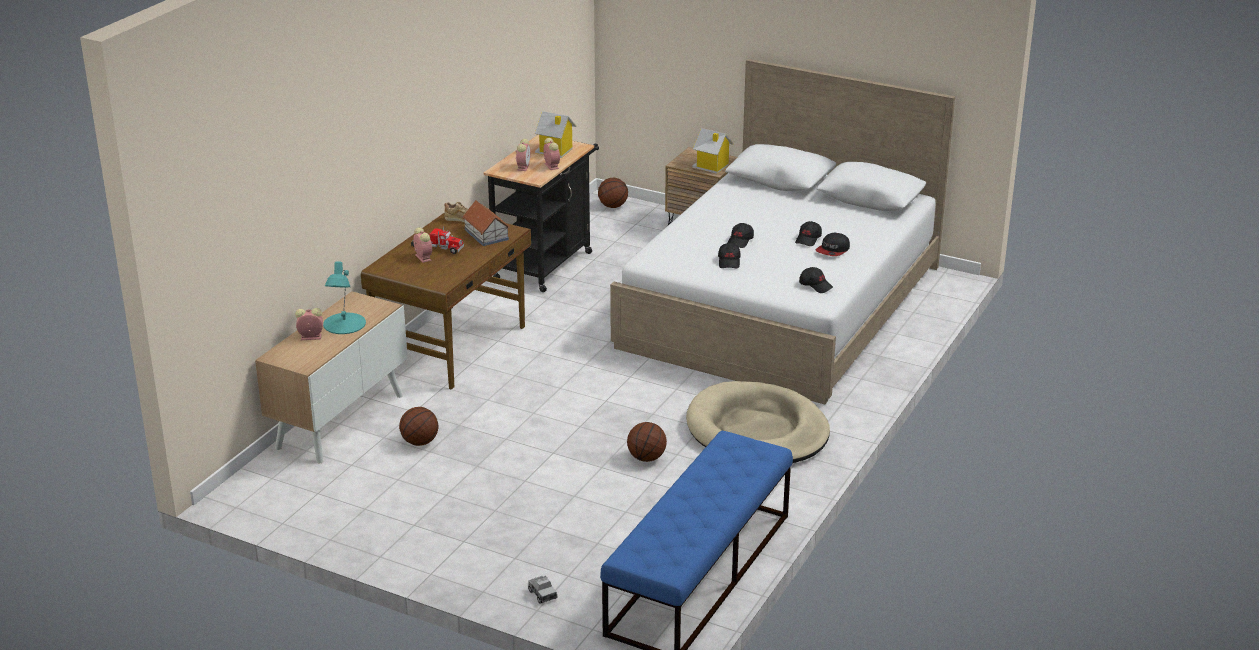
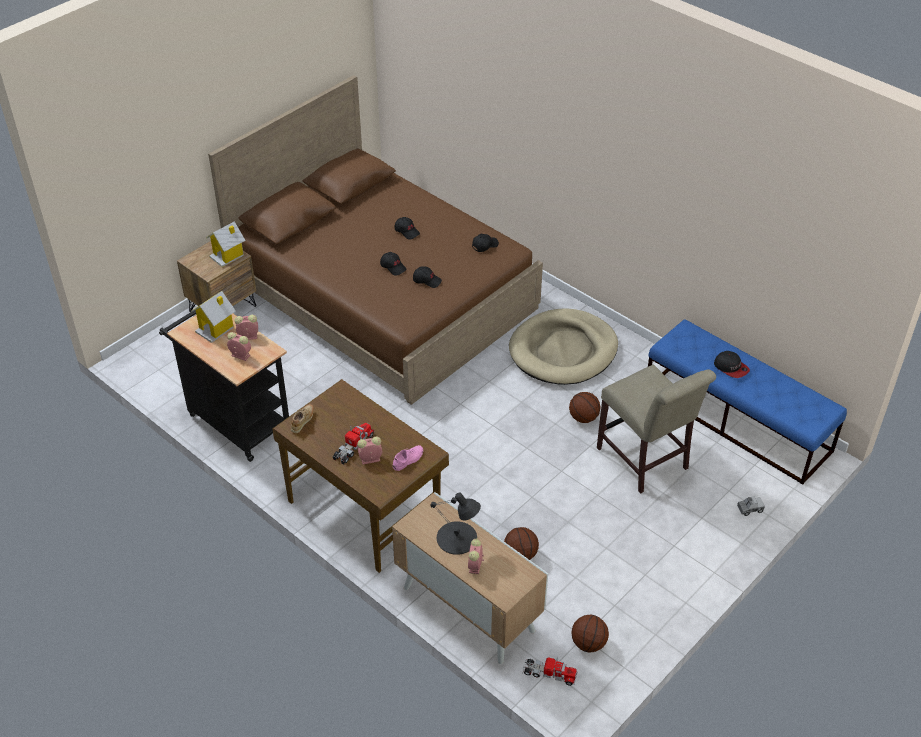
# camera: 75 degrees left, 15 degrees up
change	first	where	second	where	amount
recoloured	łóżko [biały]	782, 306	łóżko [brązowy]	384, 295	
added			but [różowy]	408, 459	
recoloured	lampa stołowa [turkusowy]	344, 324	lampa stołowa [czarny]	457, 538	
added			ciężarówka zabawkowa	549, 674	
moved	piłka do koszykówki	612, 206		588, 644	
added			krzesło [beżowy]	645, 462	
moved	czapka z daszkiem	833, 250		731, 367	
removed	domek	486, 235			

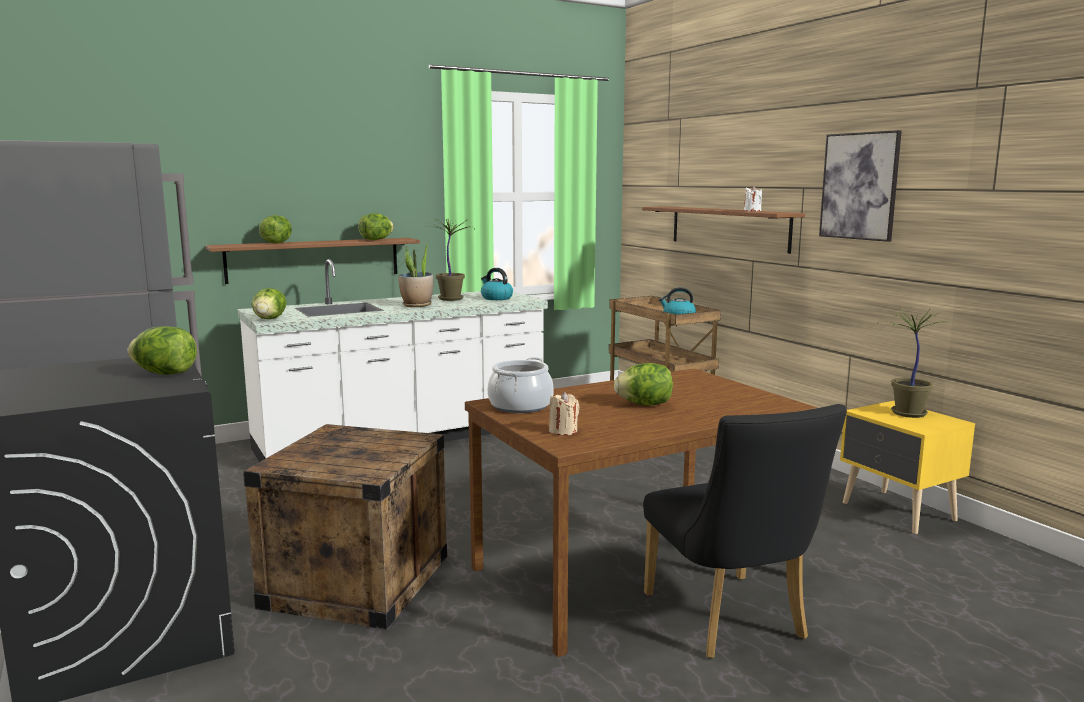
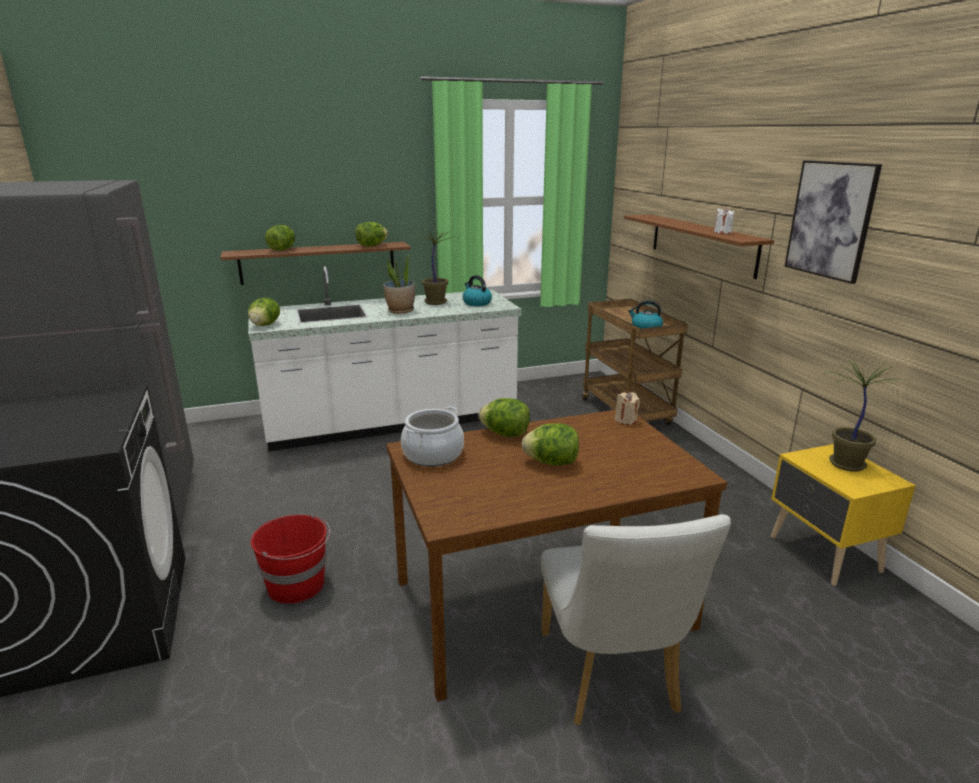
# camera: 10 degrees right, 10 degrees up
change	first	where	second	where	amount
replaced	skrzynka	357, 581	wiadro [czerwony]	297, 585	
moved	sałata	165, 374		505, 434	
recoloured	krzesło [czarny]	730, 622	krzesło [biały]	612, 679	
moved	świeca [beżowy]	563, 431		626, 420	

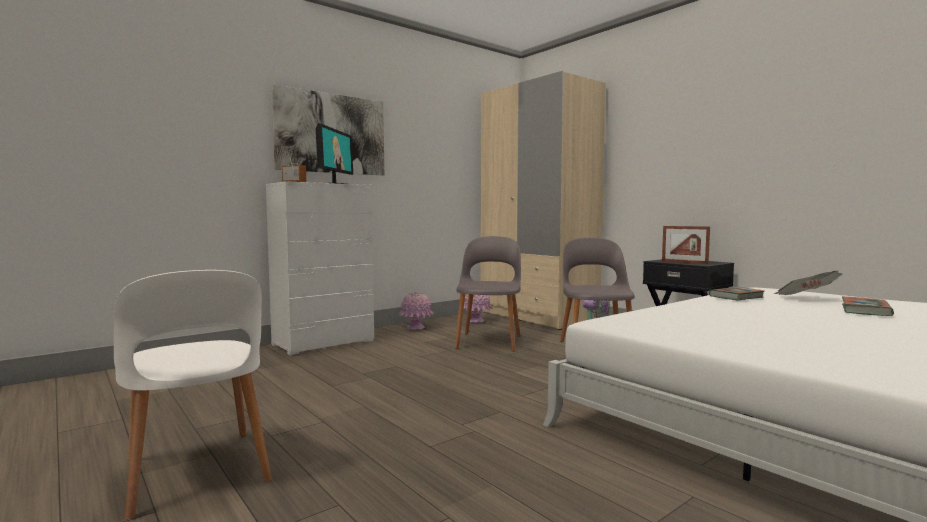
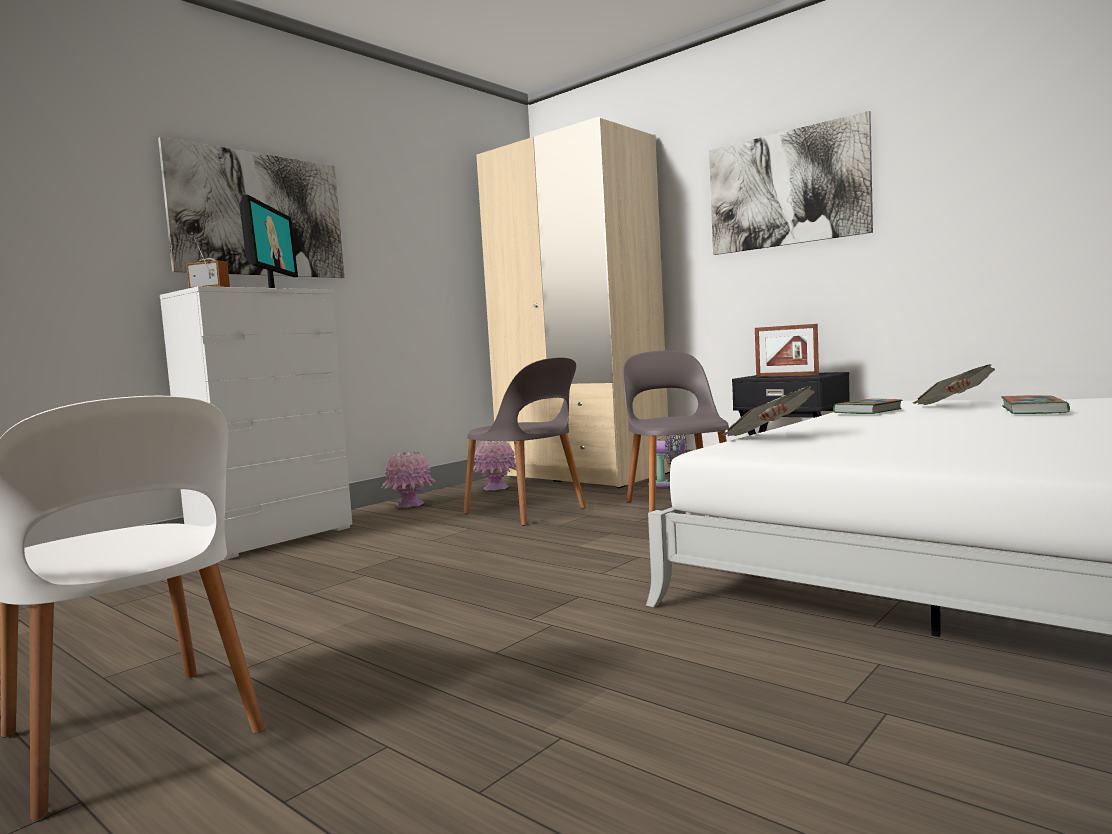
# camera: 10 degrees left, 0 degrees up
change	first	where	second	where	amount
turned	krzesło [szary]	489, 341		526, 511	135 degrees clockwise
added			obraz	786, 189	
added			gazeta	767, 438	

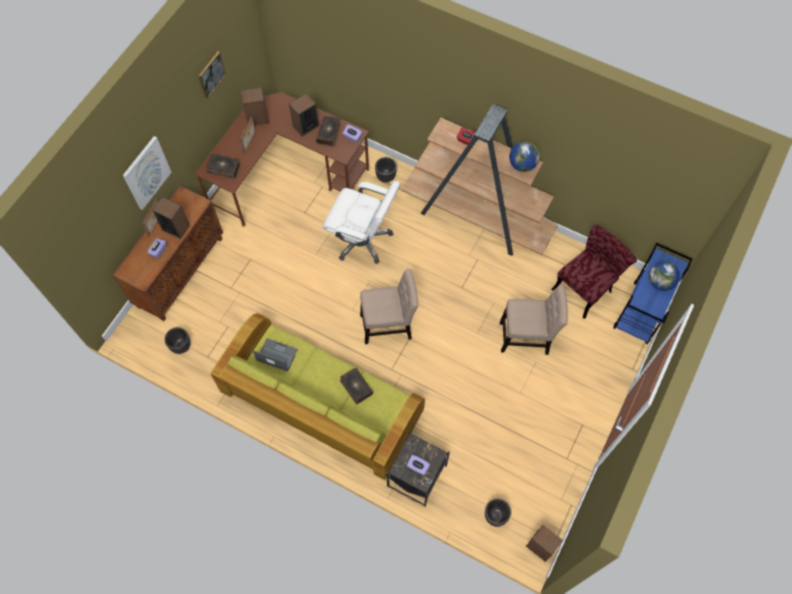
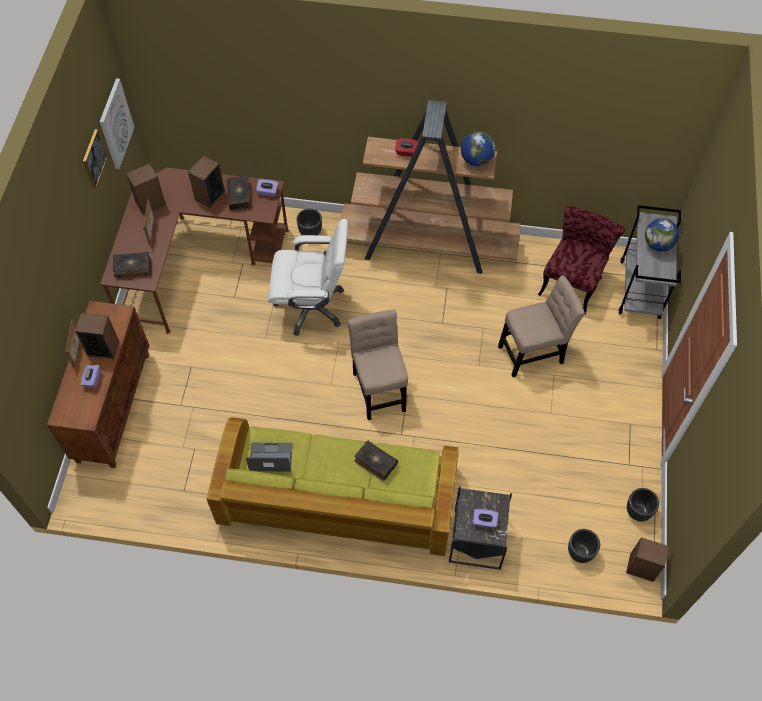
# camera: 20 degrees left, 5 degrees down
change	first	where	second	where	amount
moved	obraz	146, 172		115, 124	
turned	krzesło [beżowy]	389, 325		379, 388	75 degrees counterclockwise
recoloured	wózek [niebieski]	641, 313	wózek [szary]	640, 290	
moved	donica [czarny]	181, 346		637, 511	

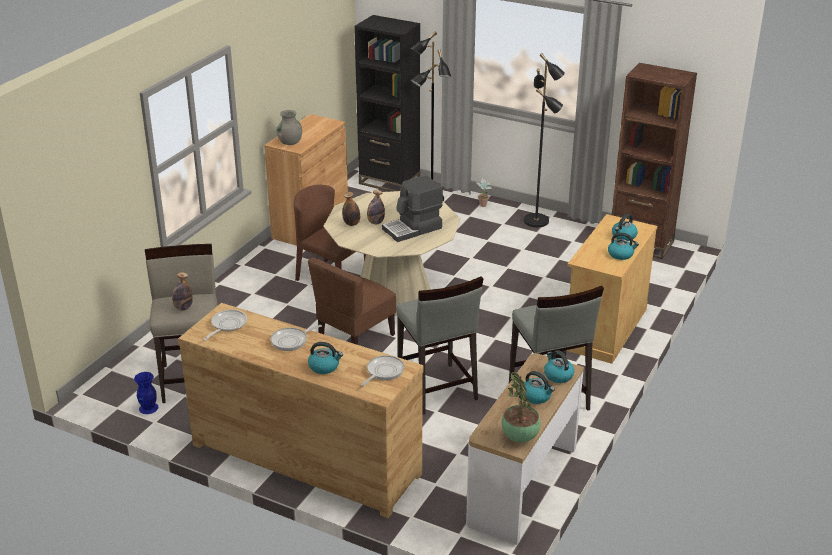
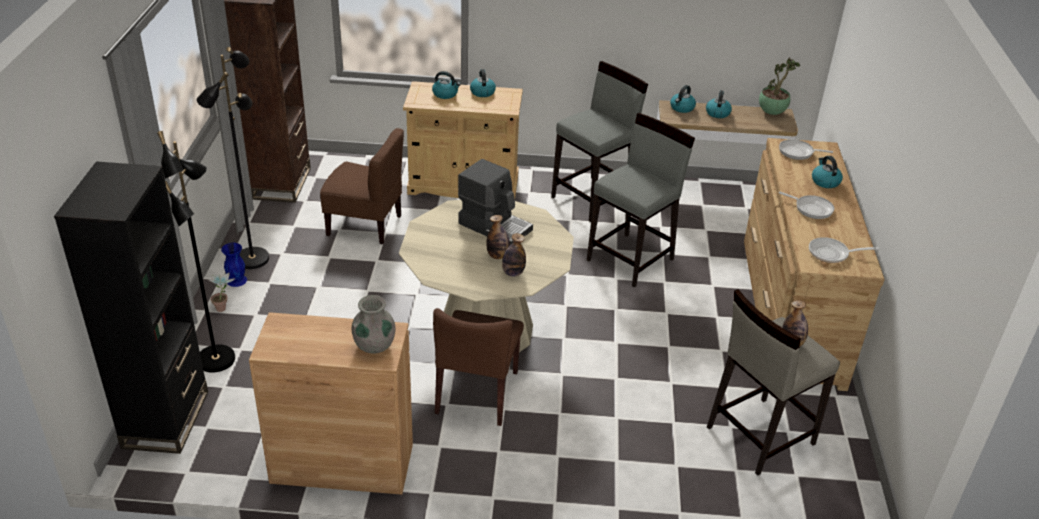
# camera: 115 degrees left, 5 degrees up
change	first	where	second	where	amount
moved	wazon [niebieski]	148, 408		237, 280	
moved	krzesło [brązowy]	355, 337		365, 225	

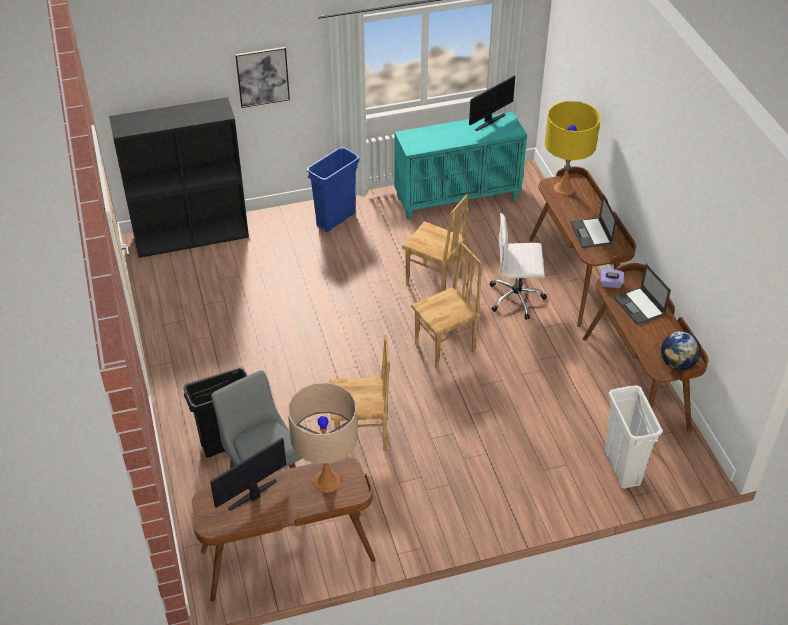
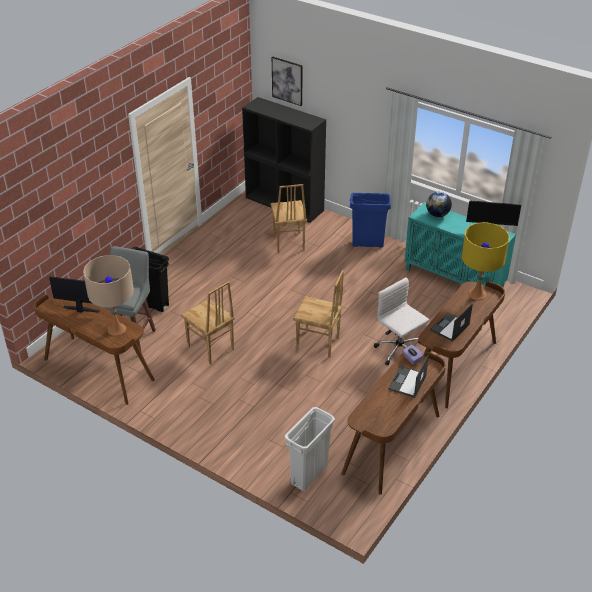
# camera: 50 degrees right, 5 degrees down
change	first	where	second	where	amount
moved	krzesło [brązowy]	433, 282		288, 243	
moved	obraz	262, 76		287, 81	
moved	globus	677, 363		437, 214	

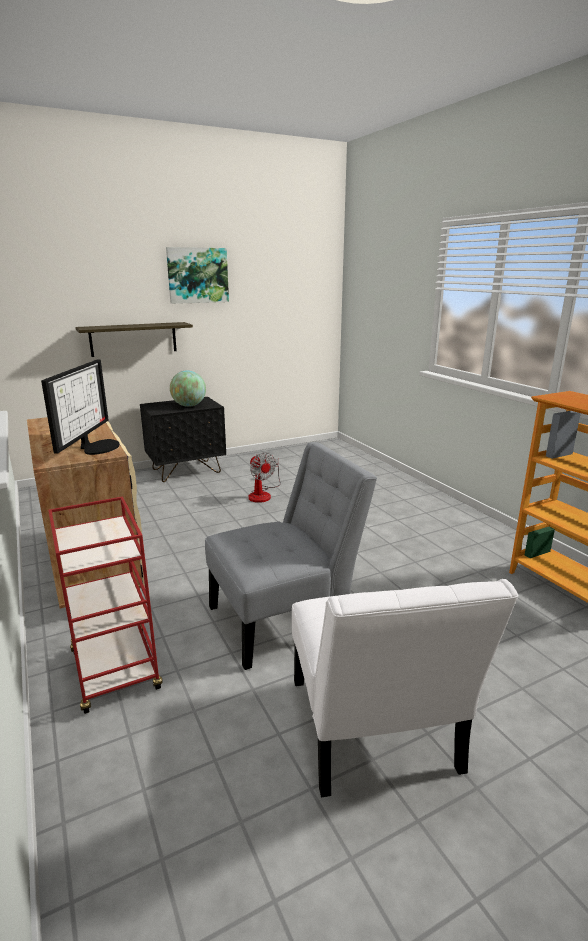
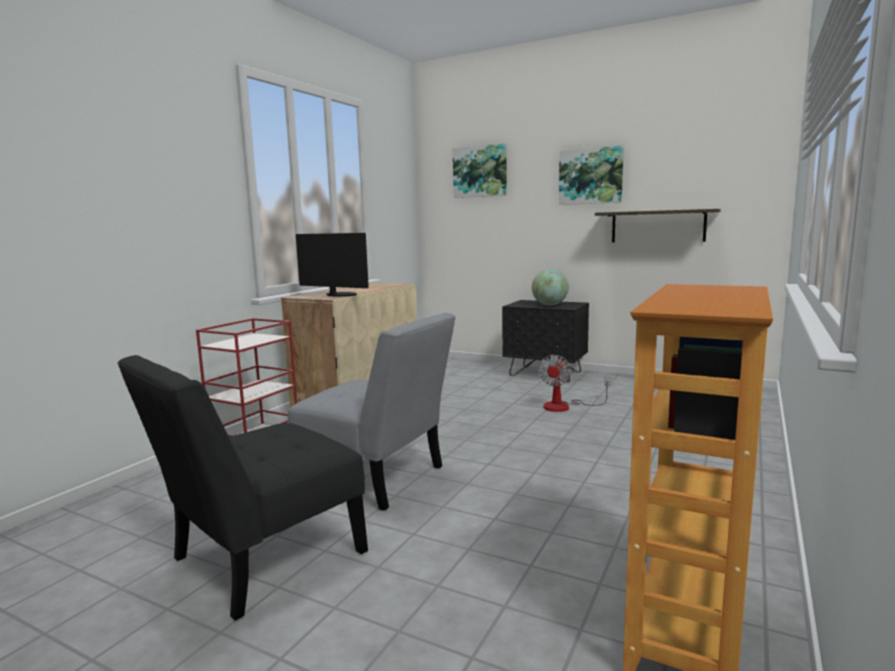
# camera: 55 degrees right, 10 degrees down
change	first	where	second	where	amount
recoloured	krzesło [biały]	374, 733	krzesło [czarny]	259, 560	
turned	monitor	97, 447		338, 295	120 degrees counterclockwise
added			obraz	480, 171	
moved	półka	133, 339		657, 226	

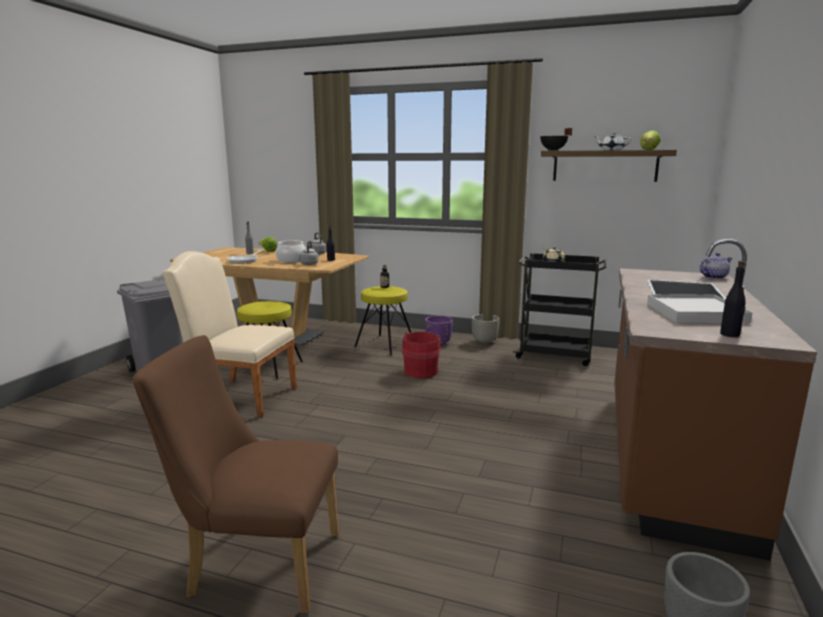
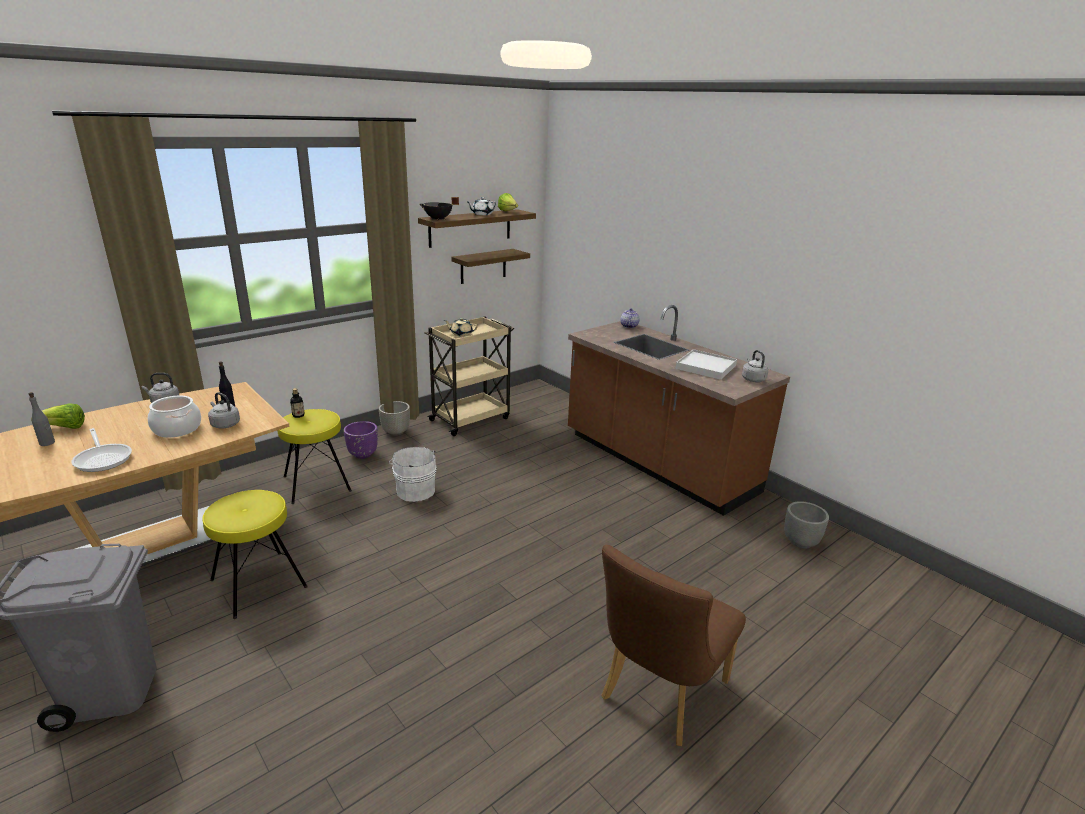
# camera: 60 degrees left, 10 degrees up
change	first	where	second	where	amount
recoloured	wiadro [czerwony]	422, 371	wiadro [biały]	415, 490	
recoloured	wózek [czarny]	555, 355	wózek [beżowy]	471, 419	
added			półka	483, 266	
replaced	butelka [czarny]	730, 334	czajnik [szary]	752, 379	
removed	krzesło [beżowy]	238, 396			

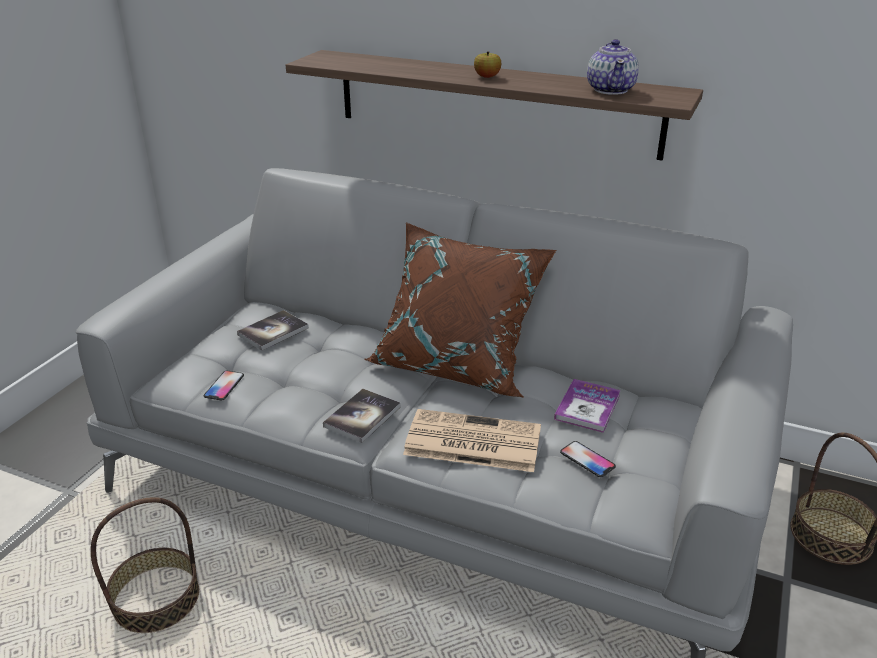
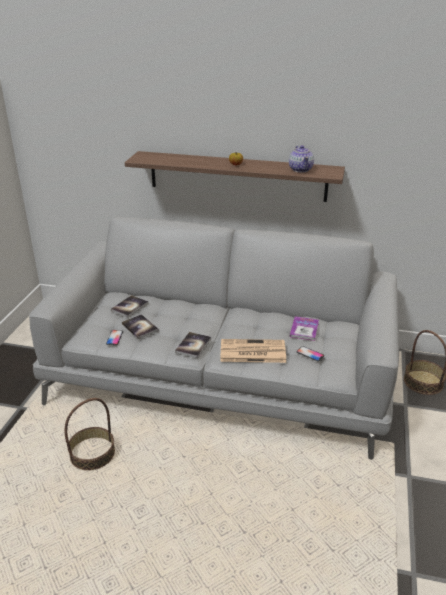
# camera: 10 degrees left, 0 degrees up
change	first	where	second	where	amount
added			książka	140, 327	
removed	poduszka [brązowy]	457, 363			

